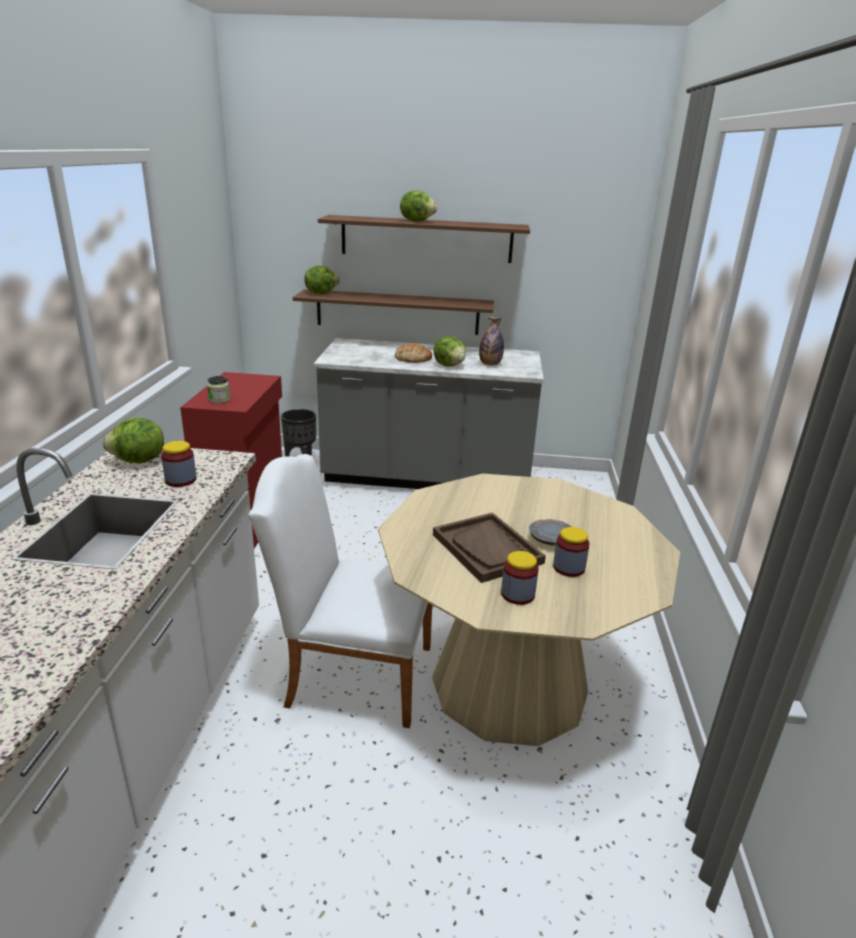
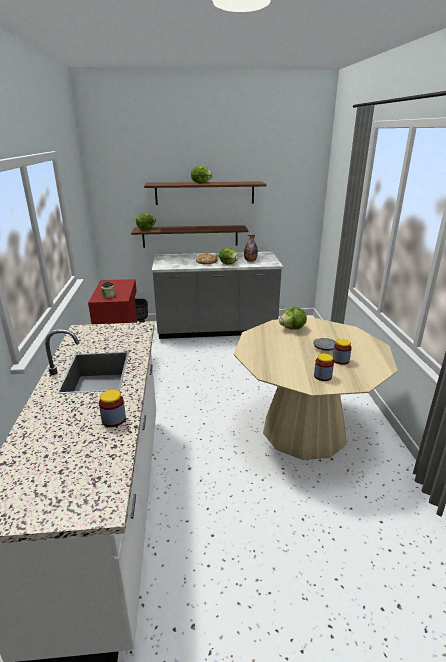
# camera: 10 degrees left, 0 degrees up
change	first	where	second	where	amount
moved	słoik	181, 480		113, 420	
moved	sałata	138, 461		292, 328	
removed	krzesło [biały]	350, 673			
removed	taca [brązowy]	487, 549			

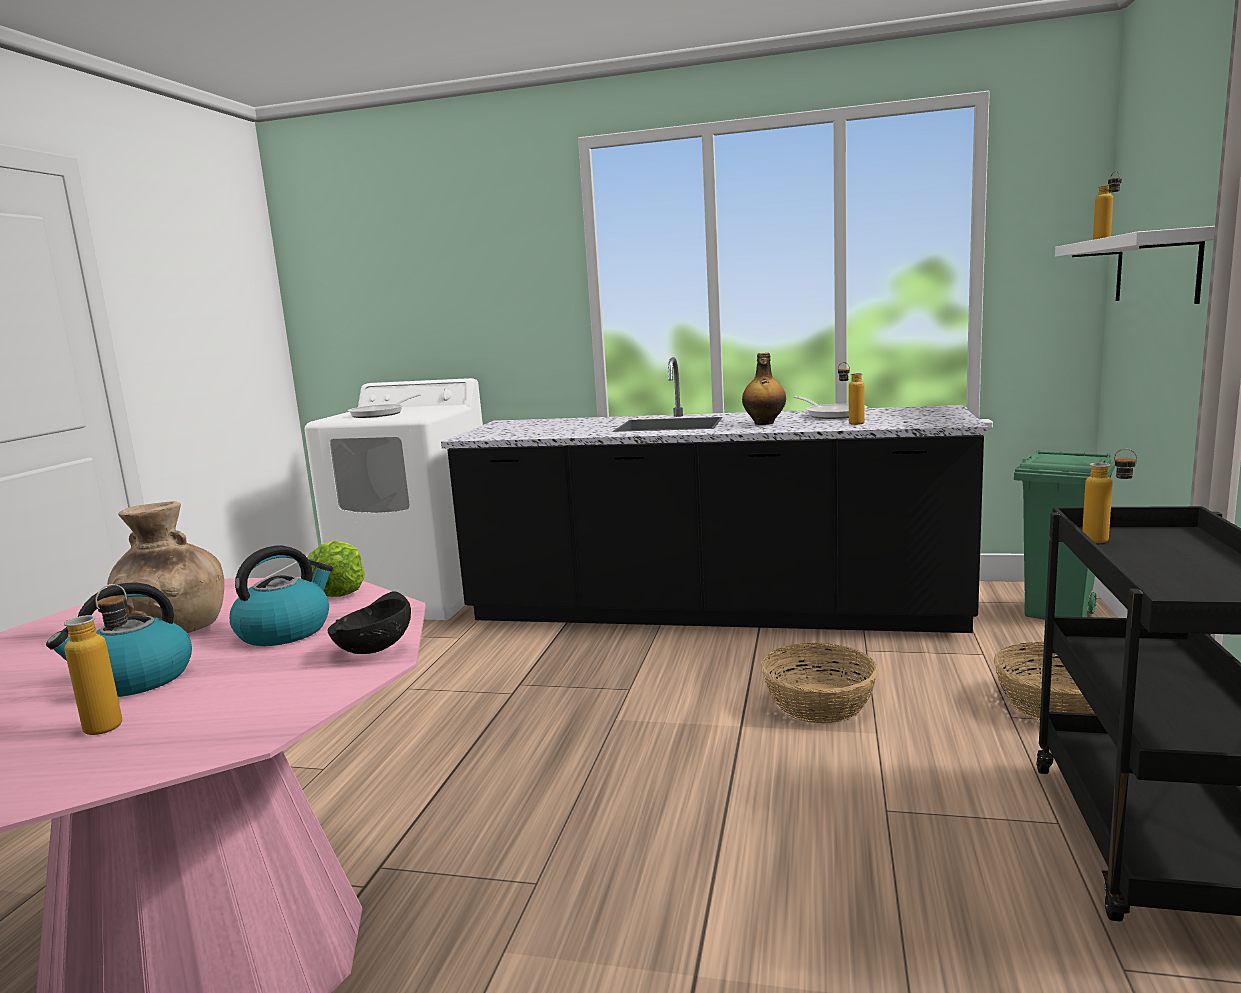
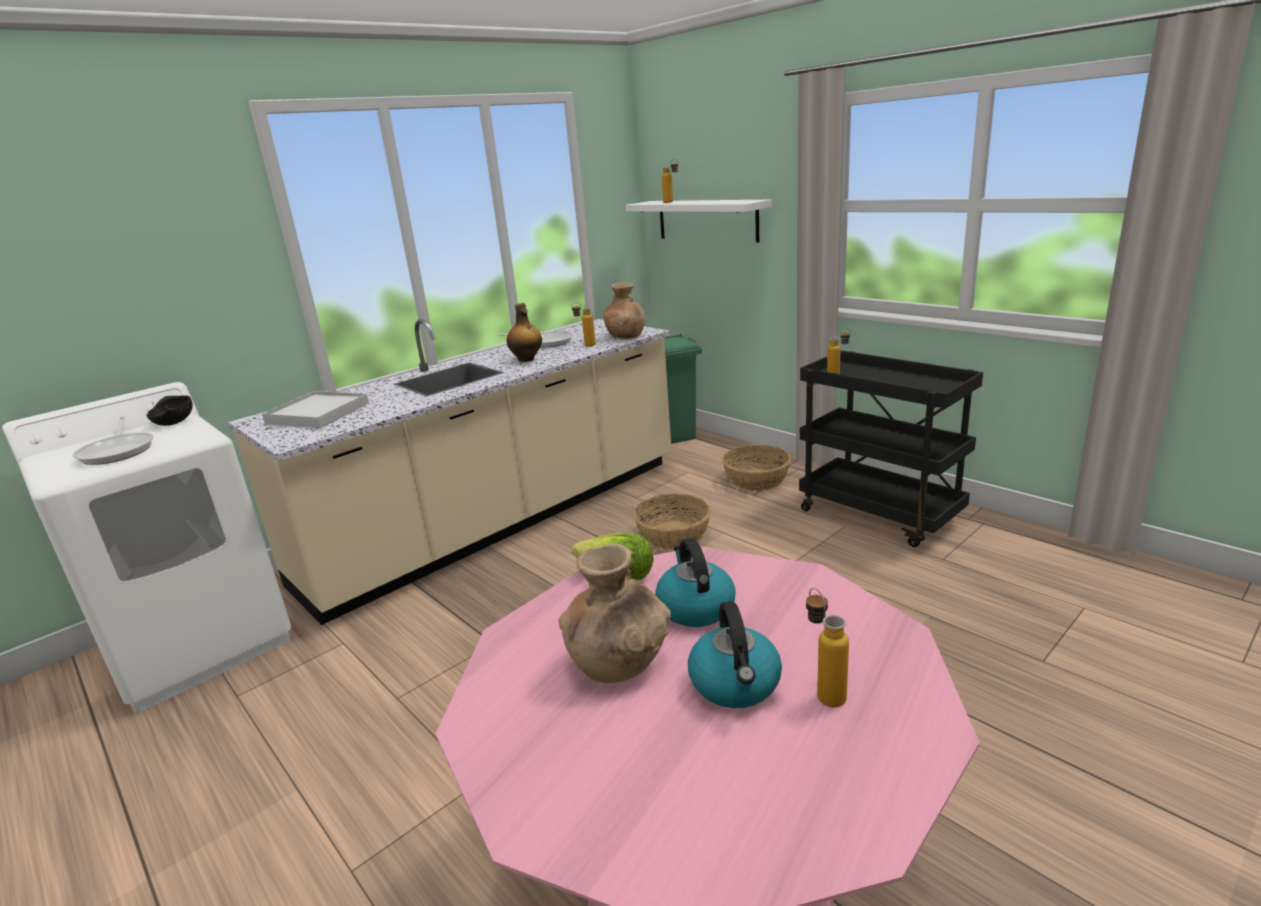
# camera: 55 degrees left, 10 degrees up
change	first	where	second	where	amount
moved	miska [czarny]	372, 649		174, 423	
recoloured	zabudowa kuchenna [czarny]	711, 611	zabudowa kuchenna [beżowy]	501, 520	
added			taca [biały]	318, 413	
added			wazon [brązowy]	626, 336	

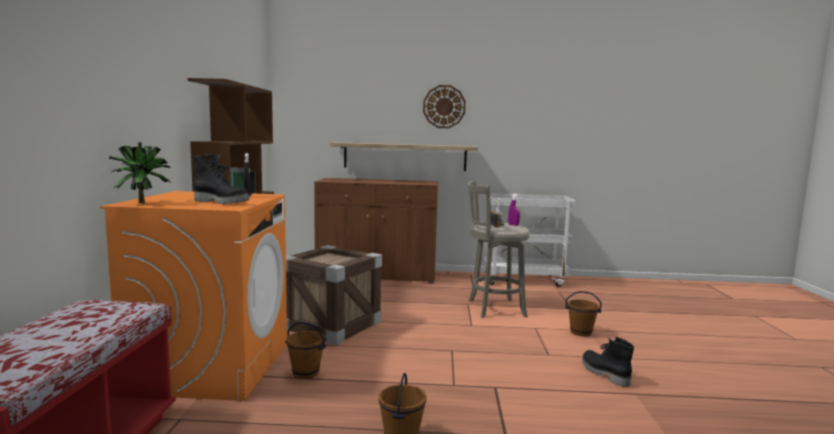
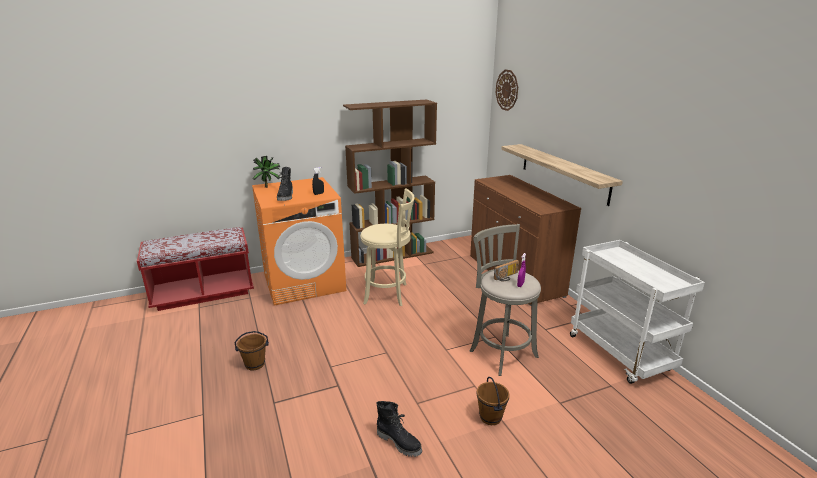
# camera: 65 degrees right, 15 degrees up
change	first	where	second	where	amount
replaced	skrzynka	331, 325	stołek [beżowy]	388, 294	
turned	but z cholewką [czarny]	604, 374		399, 442	90 degrees clockwise
moved	zegar ścienny	444, 106		507, 90	
removed	wiadro [brązowy]	306, 373			

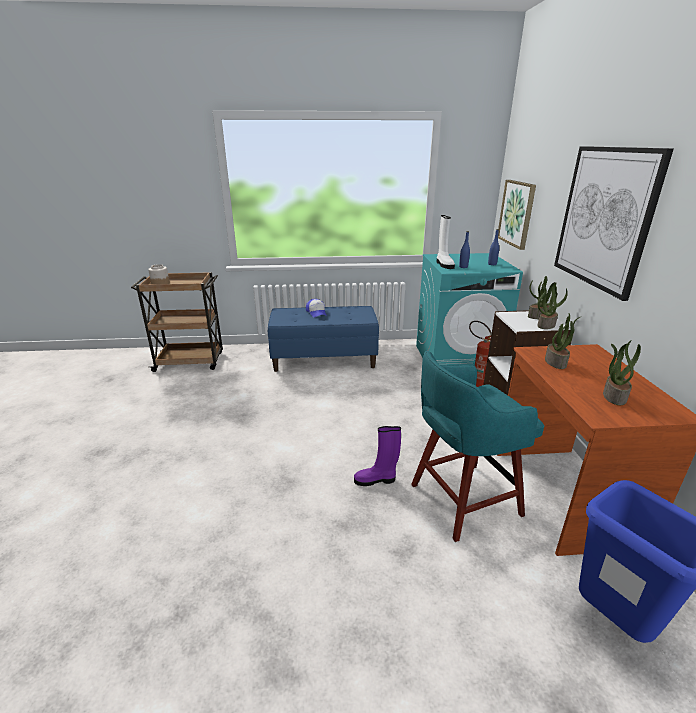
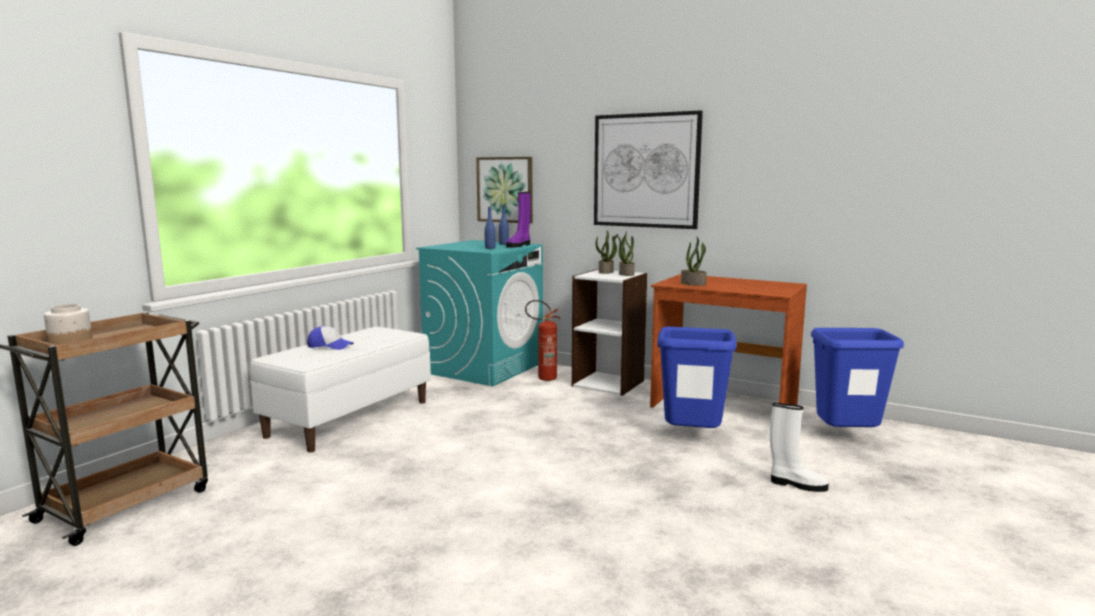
# camera: 55 degrees left, 15 degrees down
change	first	where	second	where	amount
recoloured	ławka [niebieski]	324, 359	ławka [biały]	350, 418	
moved	but z cholewką [fioletowy]	376, 480		519, 245	
replaced	stołek [turkusowy]	462, 500	kosz na śmieci [niebieski]	691, 438	
moved	but z cholewką [biały]	444, 265		796, 484	
removed	roślina doniczkowa	614, 396			

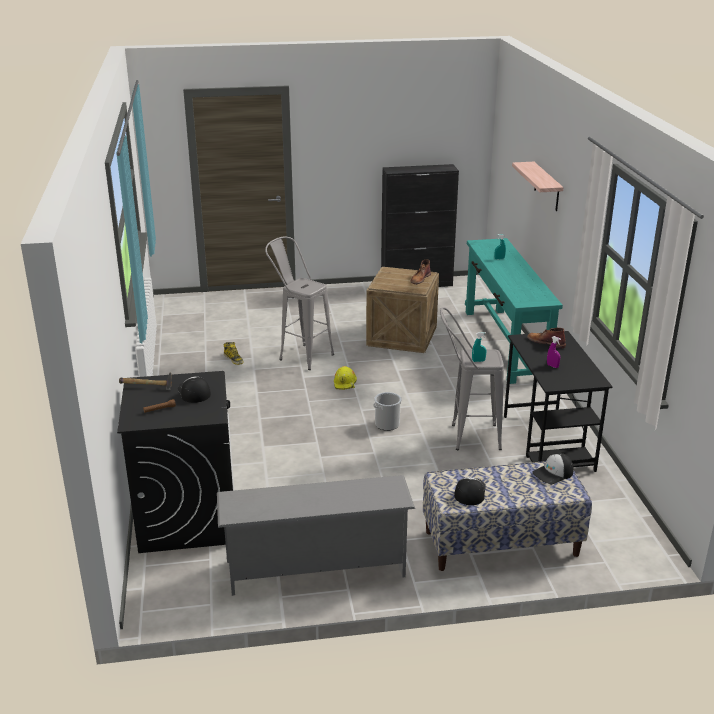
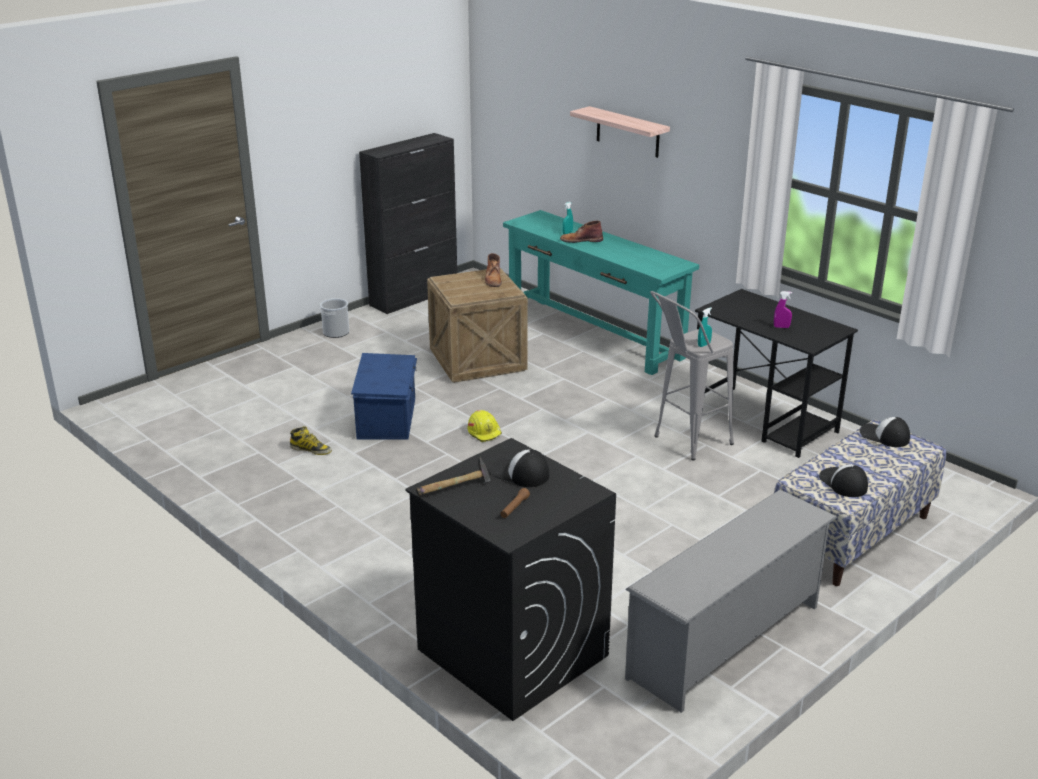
# camera: 35 degrees left, 0 degrees up
change	first	where	second	where	amount
moved	wiadro	387, 424		336, 332	
replaced	stołek [szary]	300, 355	pojemnik do przechowywania [niebieski]	388, 418	
moved	but z cholewką [brązowy]	546, 342		581, 240	
turned	czapka z daszkiem	553, 473		884, 436	105 degrees clockwise

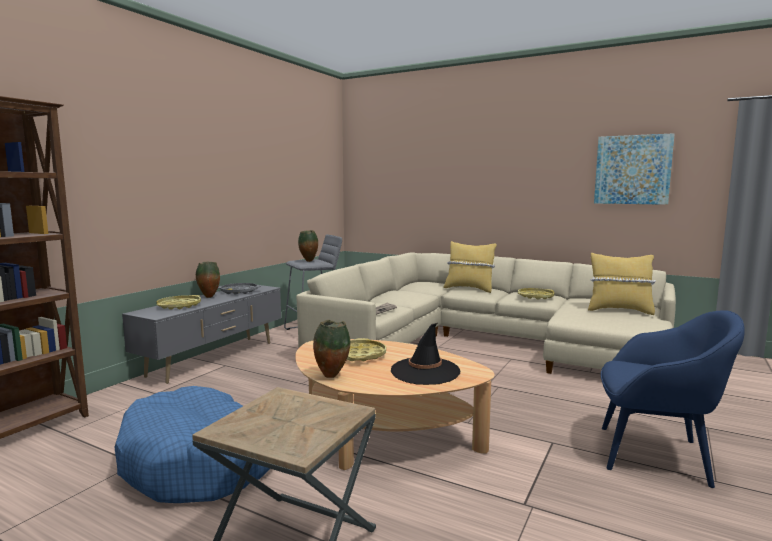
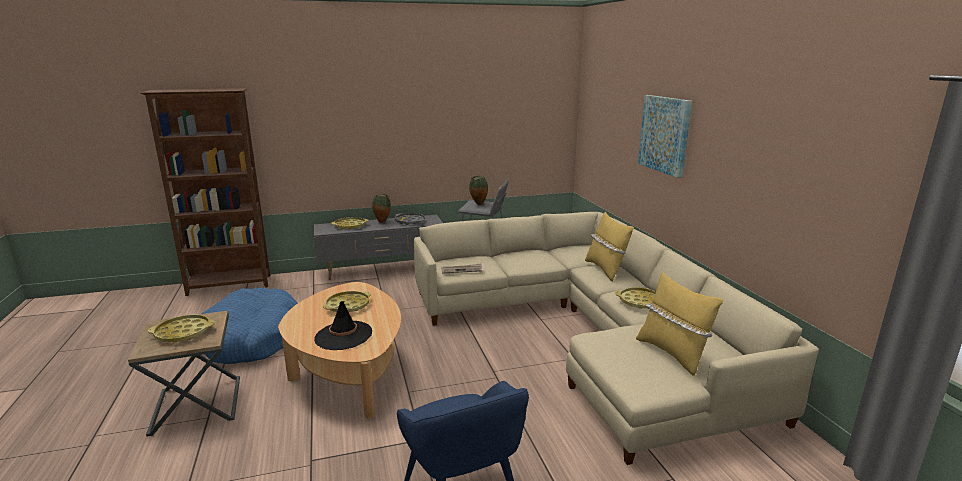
# camera: 45 degrees right, 10 degrees up
change	first	where	second	where	amount
added			taca [żółty]	183, 333	
moved	obraz	632, 170		664, 134	
removed	wazon	332, 376			

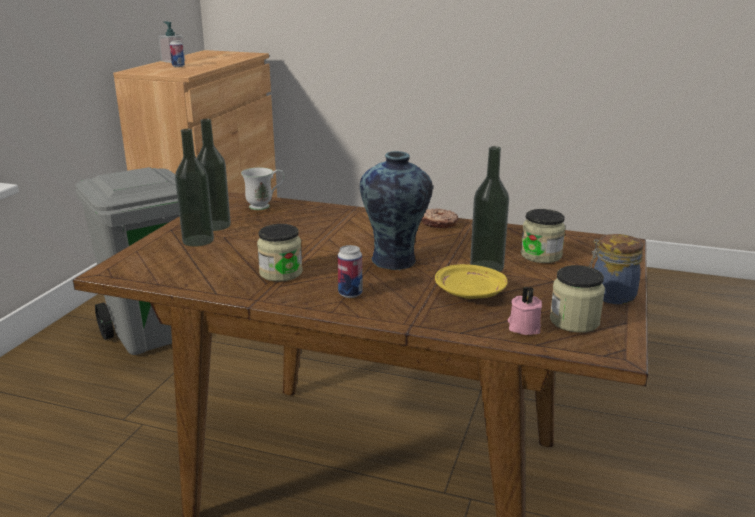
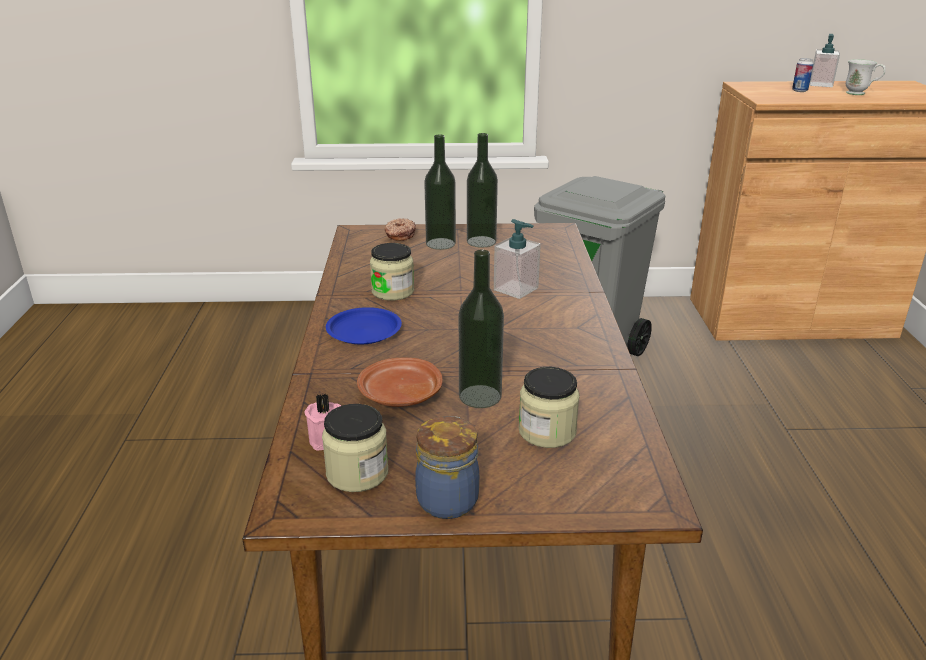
# camera: 70 degrees right, 5 degrees up
change	first	where	second	where	amount
replaced	puszka	350, 293	talerz [niebieski]	364, 331	
recoloured	talerz [żółty]	471, 293	talerz [brązowy]	400, 395	
moved	donut	439, 224		399, 235	
added			dozownik mydła	516, 289	
moved	kubek [biały]	265, 206		860, 94	
removed	wazon	395, 262			

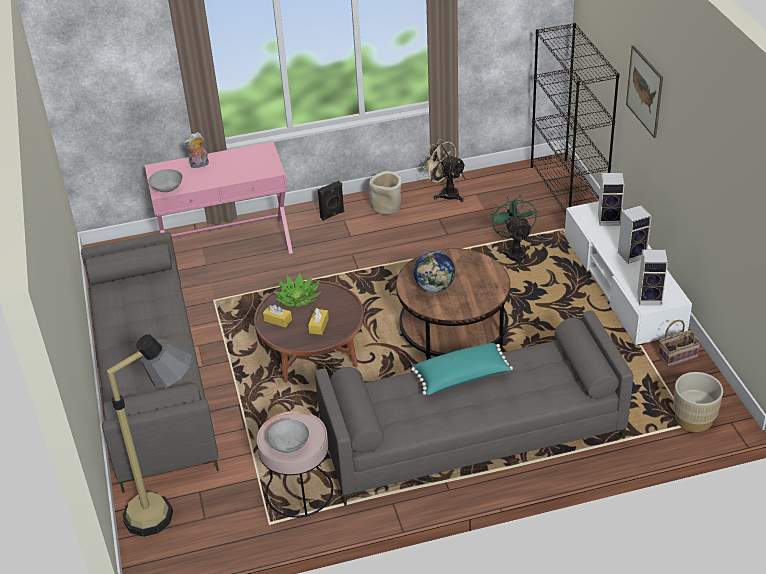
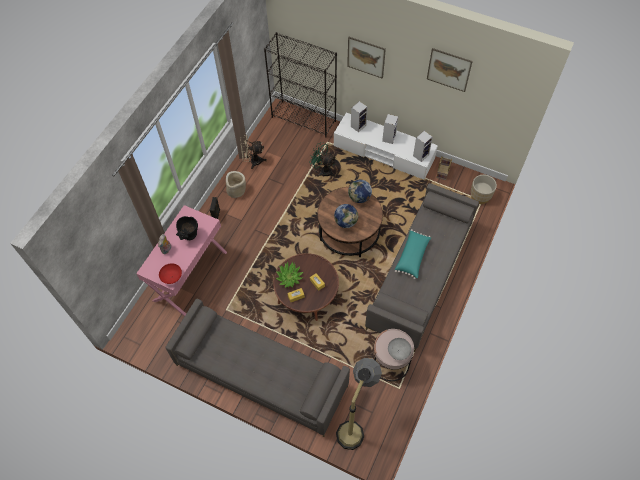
# camera: 50 degrees left, 20 degrees up
change	first	where	second	where	amount
recoloured	miska [szary]	168, 189	miska [czerwony]	172, 277	
added			wazon [czarny]	189, 236	
added			globus	359, 198	
added			obraz	449, 70	

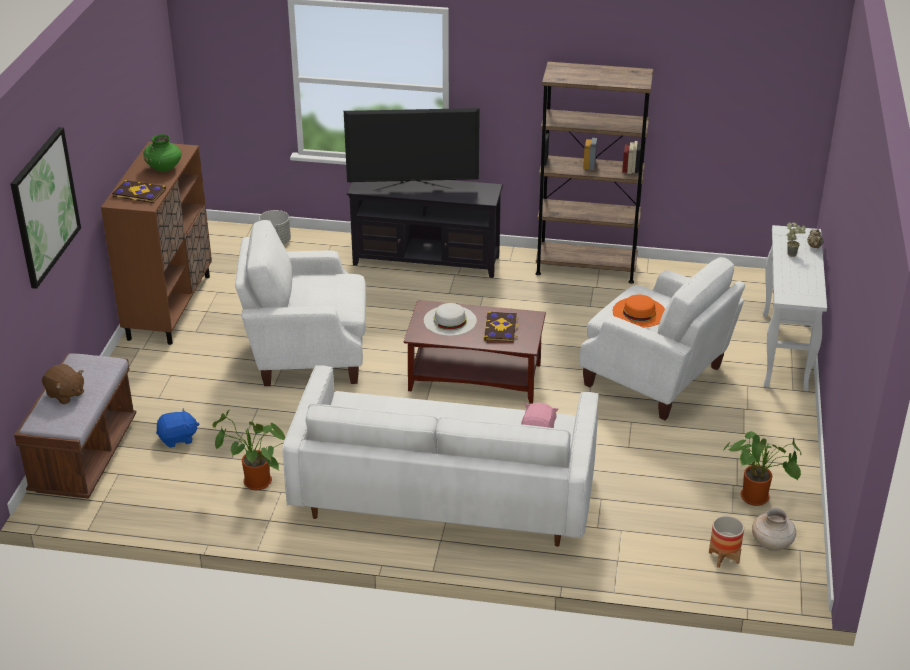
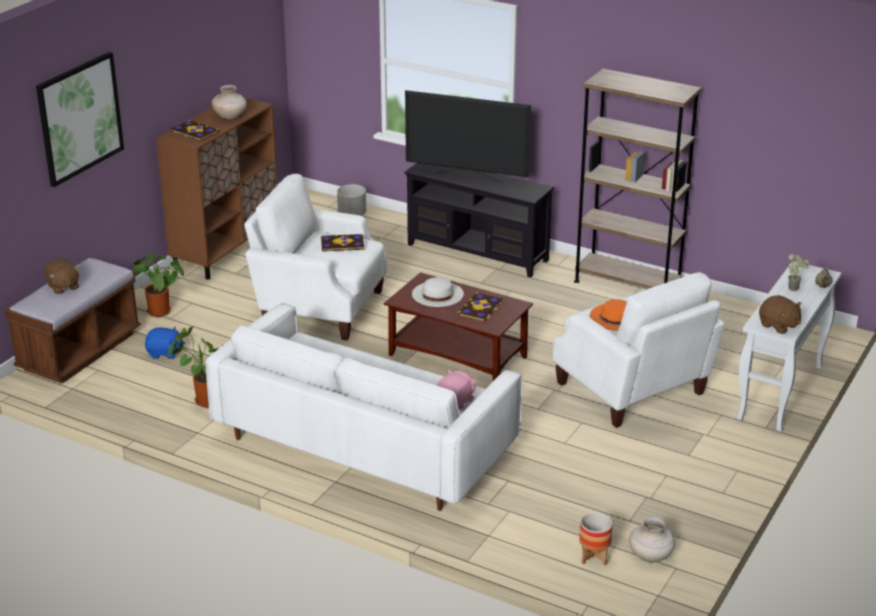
# camera: 20 degrees right, 5 degrees down
change	first	where	second	where	amount
moved	roślina doniczkowa	758, 497		161, 312	
recoloured	wazon [zielony]	164, 168	wazon [beżowy]	230, 117	
added			książka	342, 244	
added			pluszak [brązowy]	778, 325	

